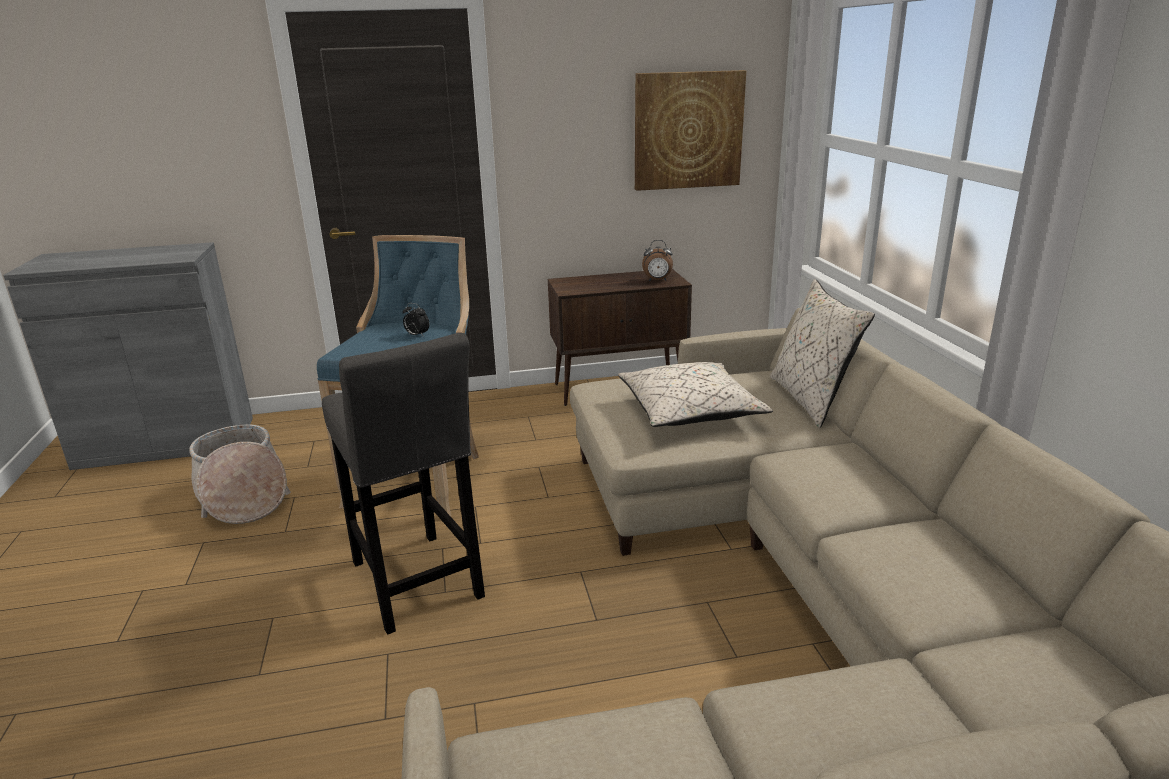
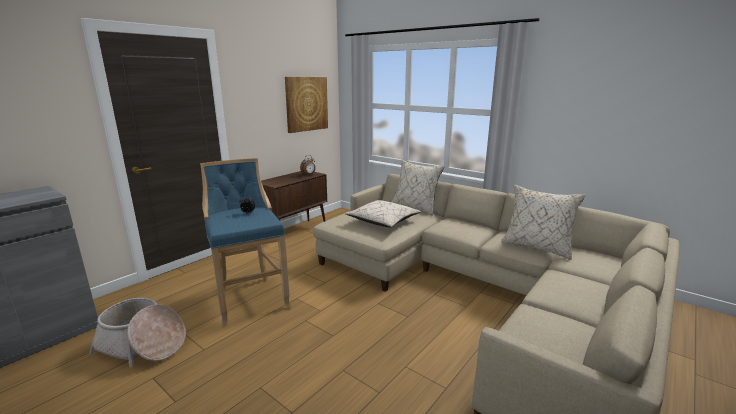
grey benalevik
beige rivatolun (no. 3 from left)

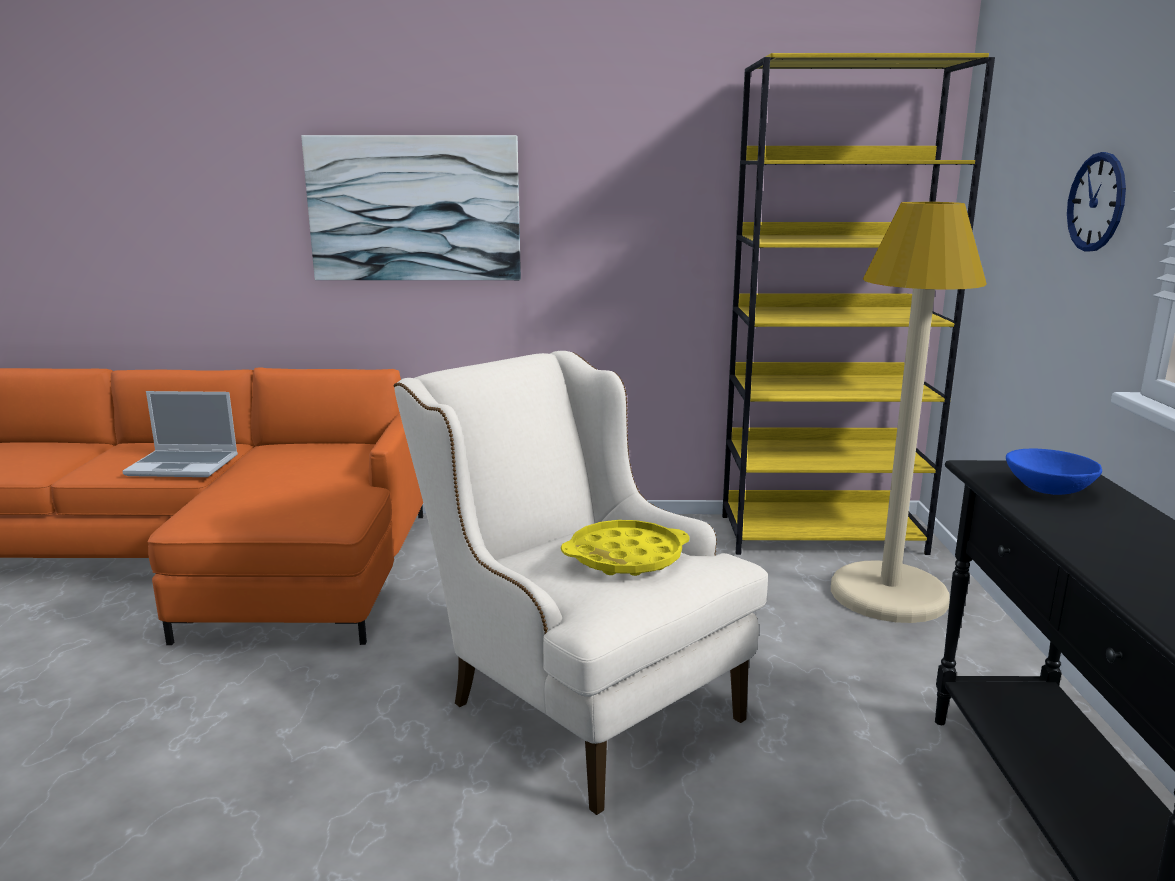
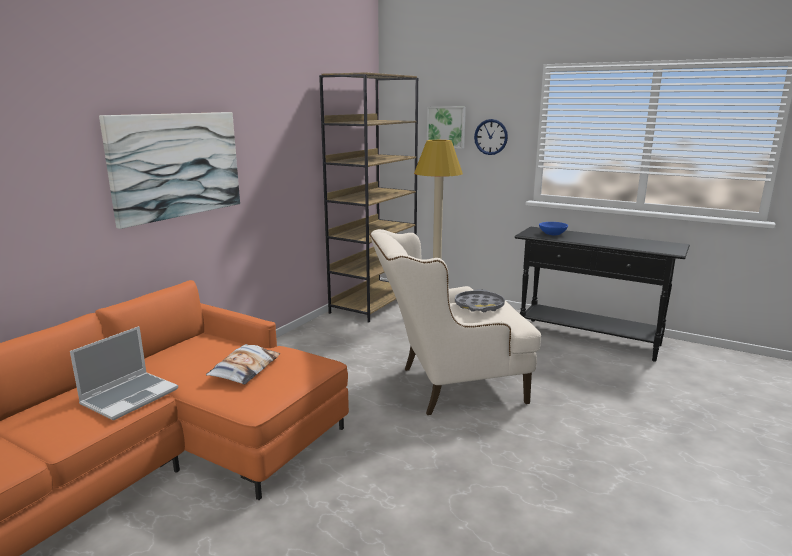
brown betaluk
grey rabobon
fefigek (no. 2 from left)
rivatolun

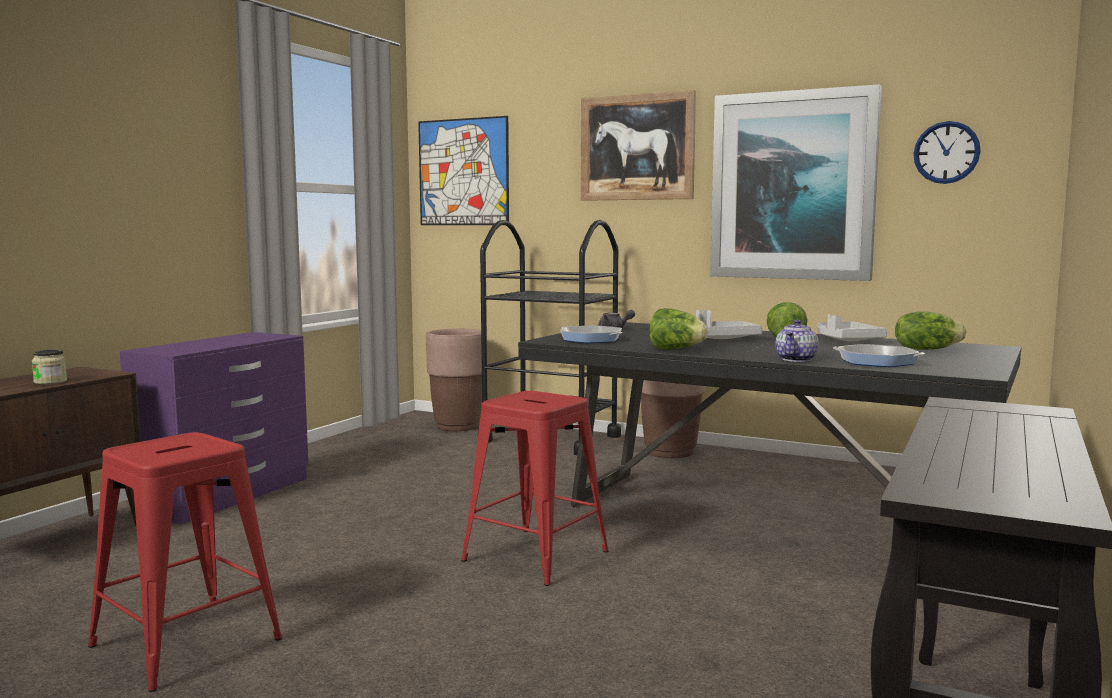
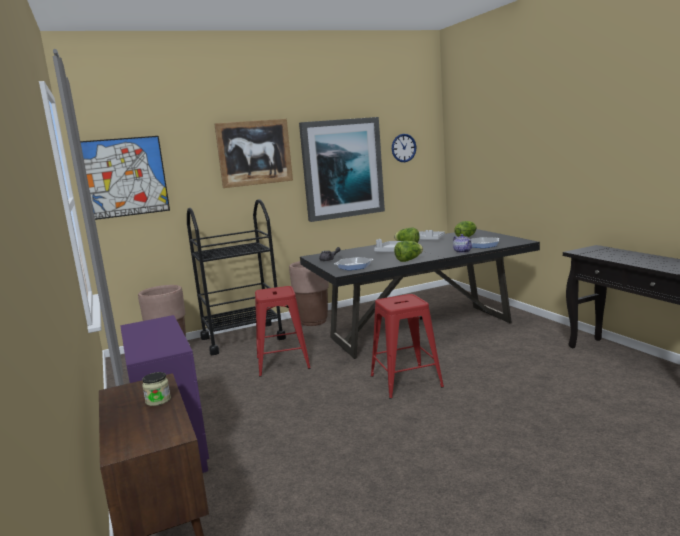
red benalevik (no. 1 from left)

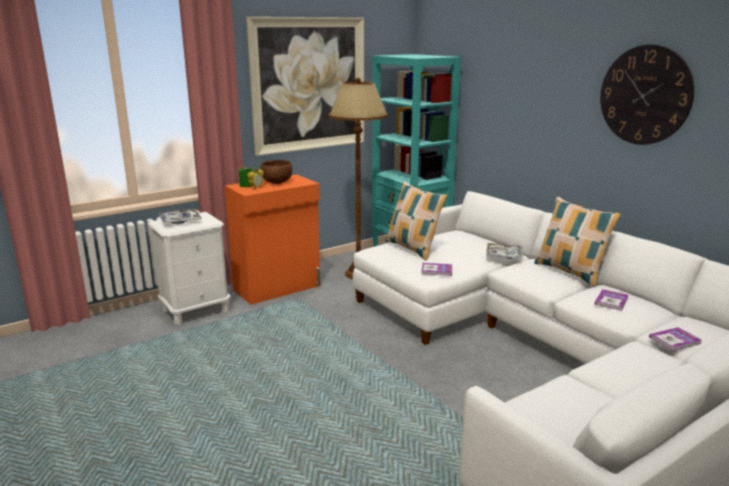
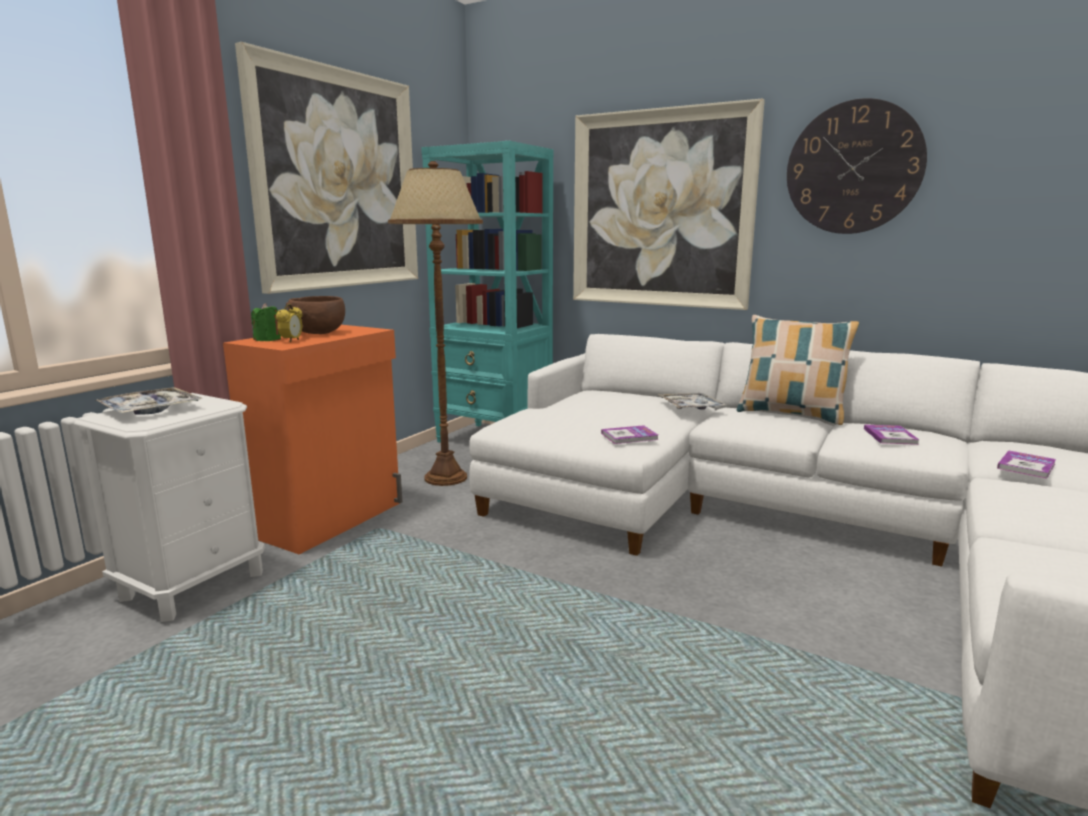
rivatolun (no. 1 from left in the first image)
fefigek (no. 2 from left)

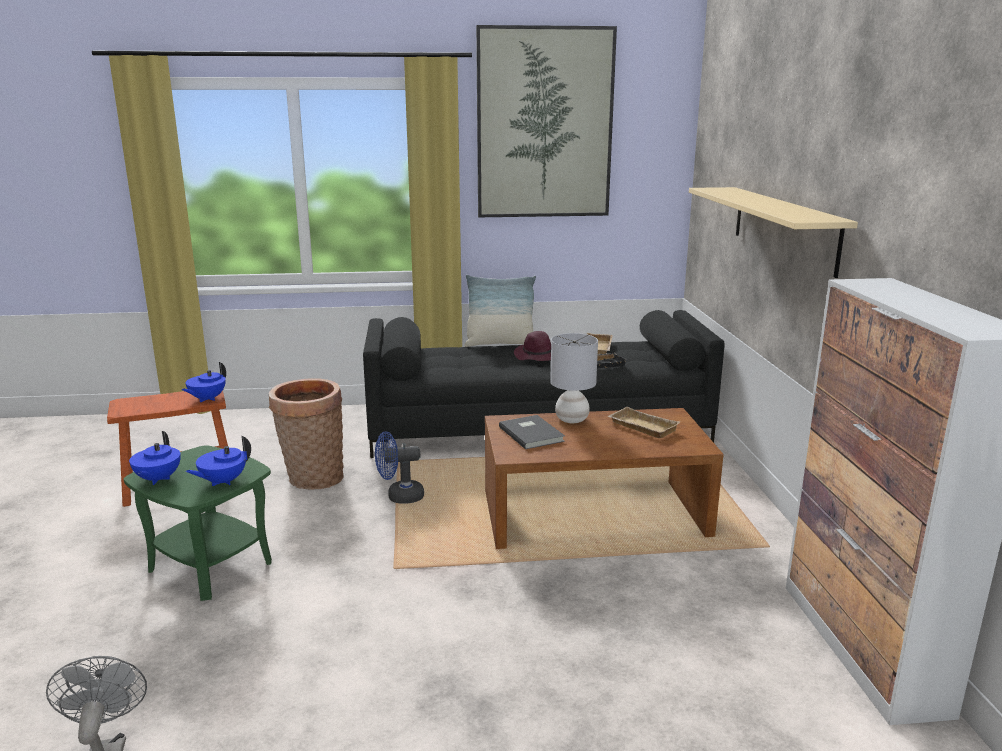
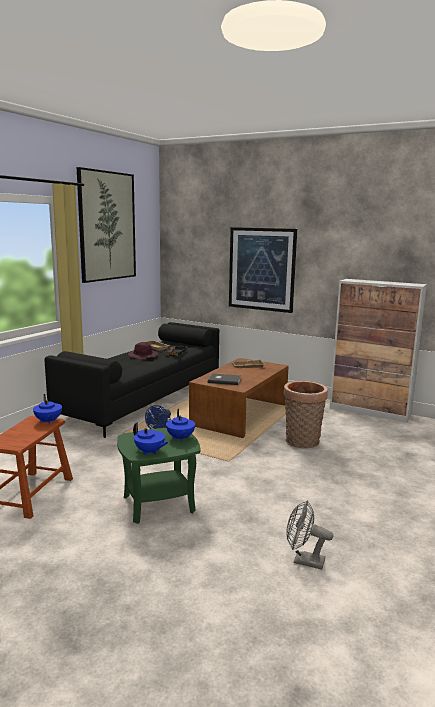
fefigek (no. 2 from left)
rivatolun
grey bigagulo
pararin

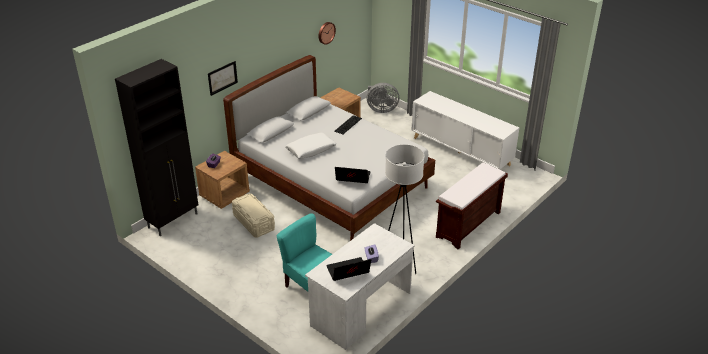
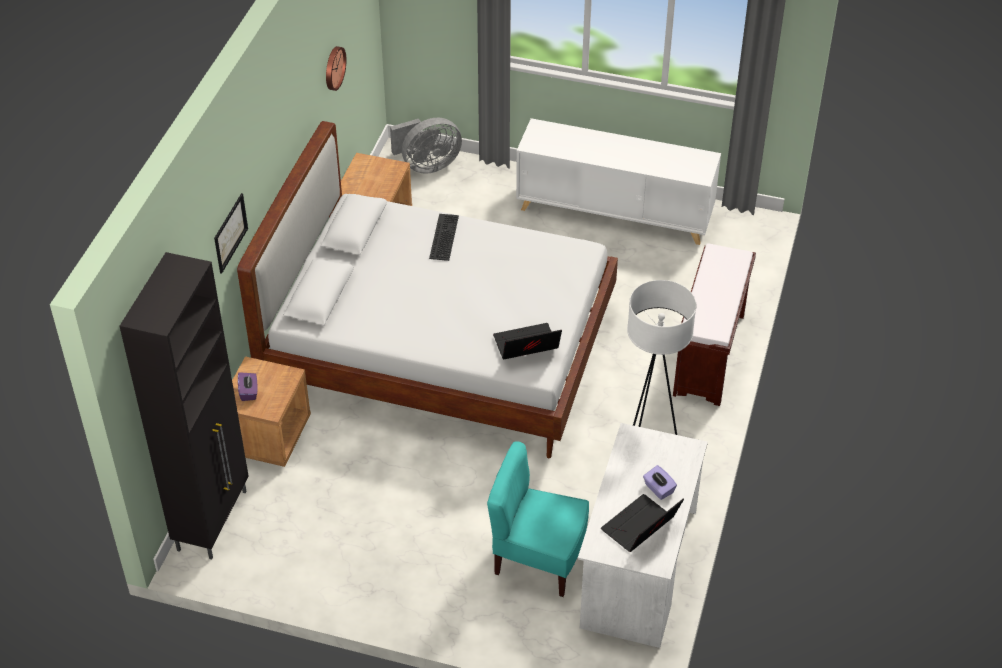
white rivatolun
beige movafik

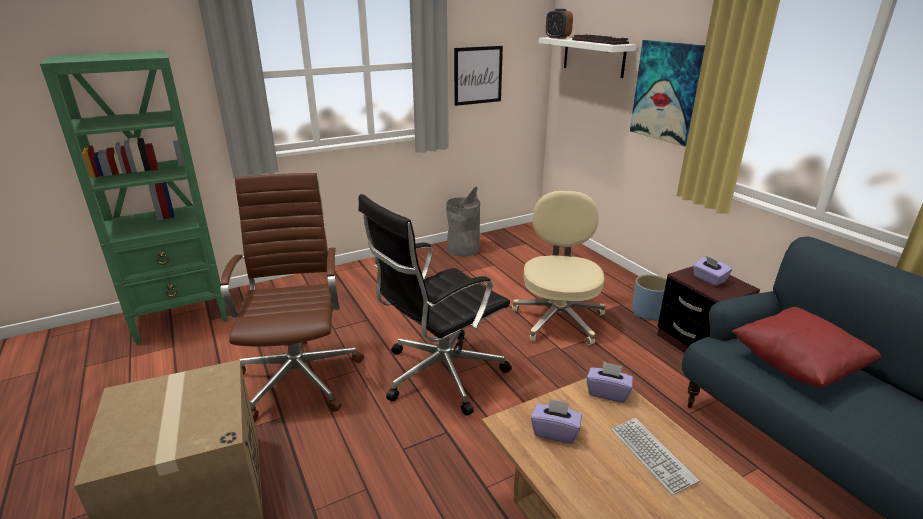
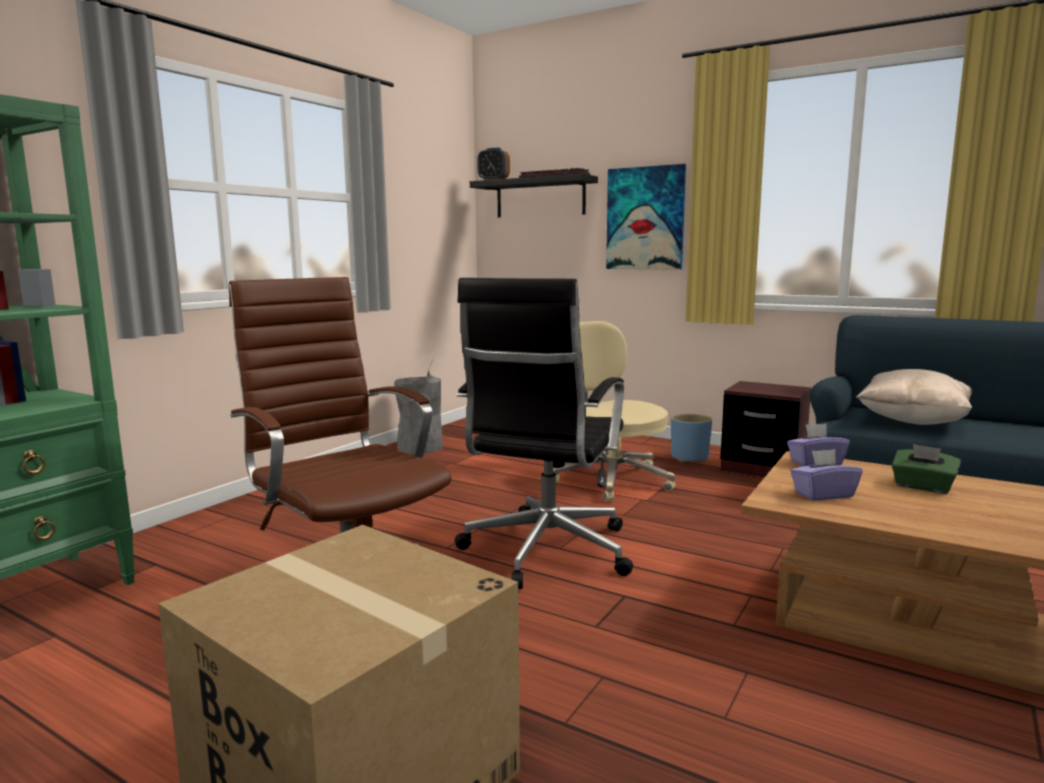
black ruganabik
fefigek (no. 1 from left in the first image)
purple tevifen (no. 3 from left in the first image)
beige rivatolun
green tevifen

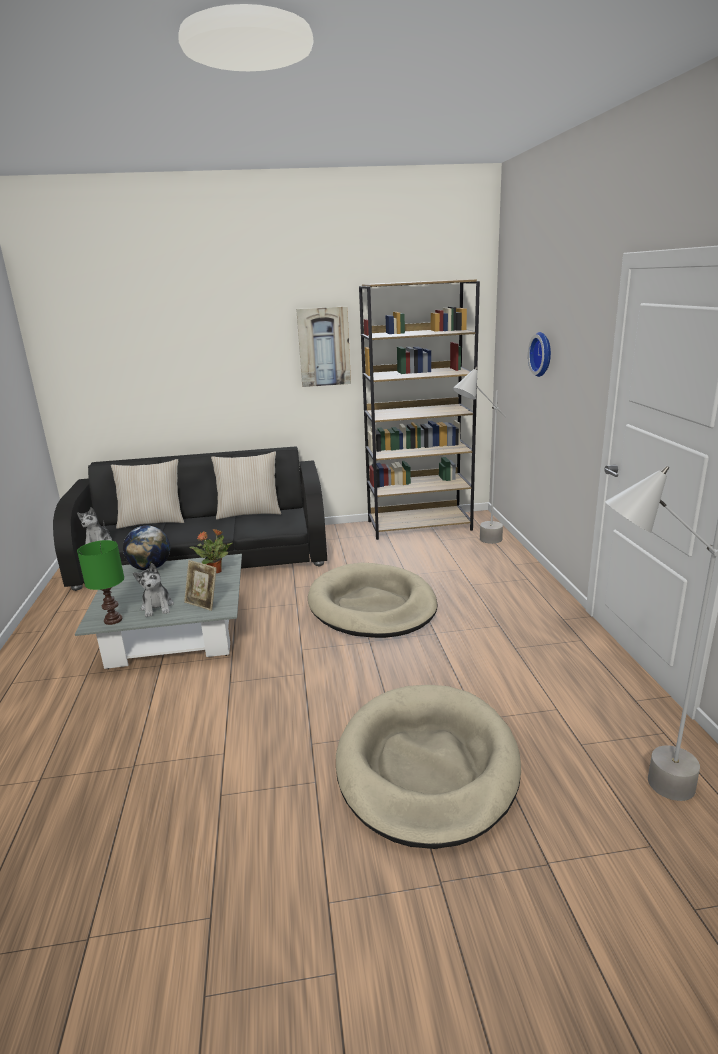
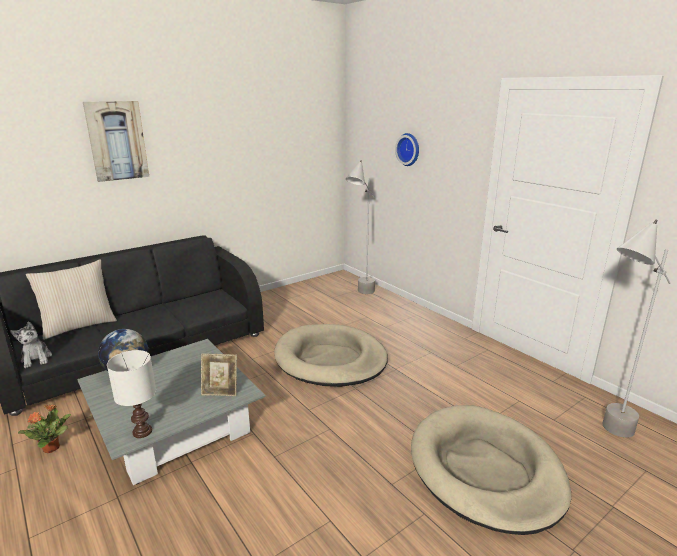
brown betaluk
fefigek
beige rivatolun (no. 2 from left in the first image)
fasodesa
white bigagulo
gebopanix (no. 2 from left in the first image)

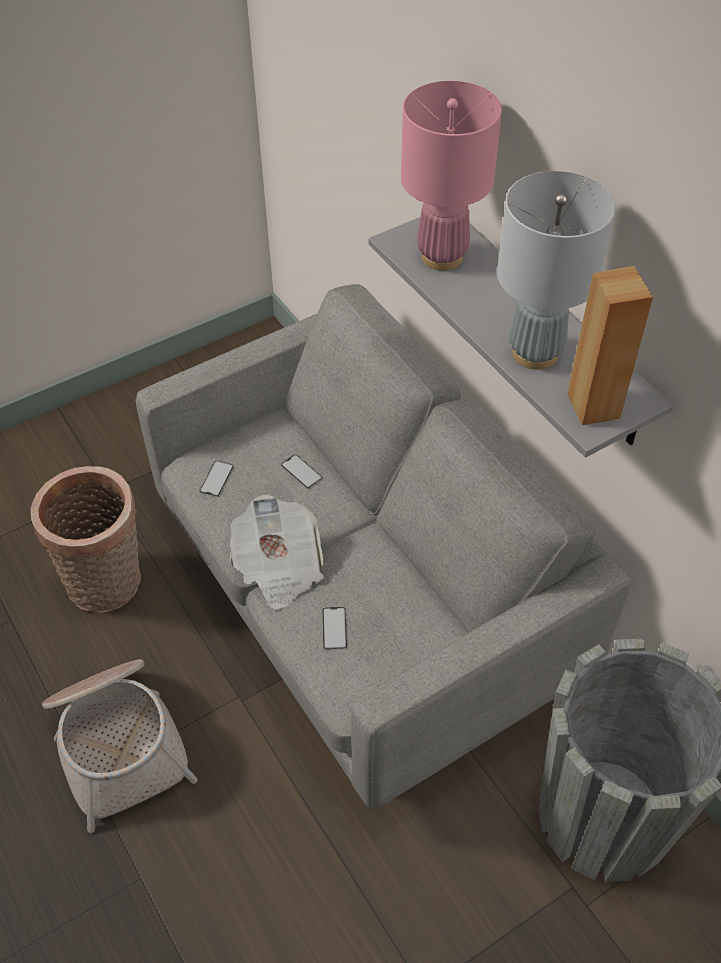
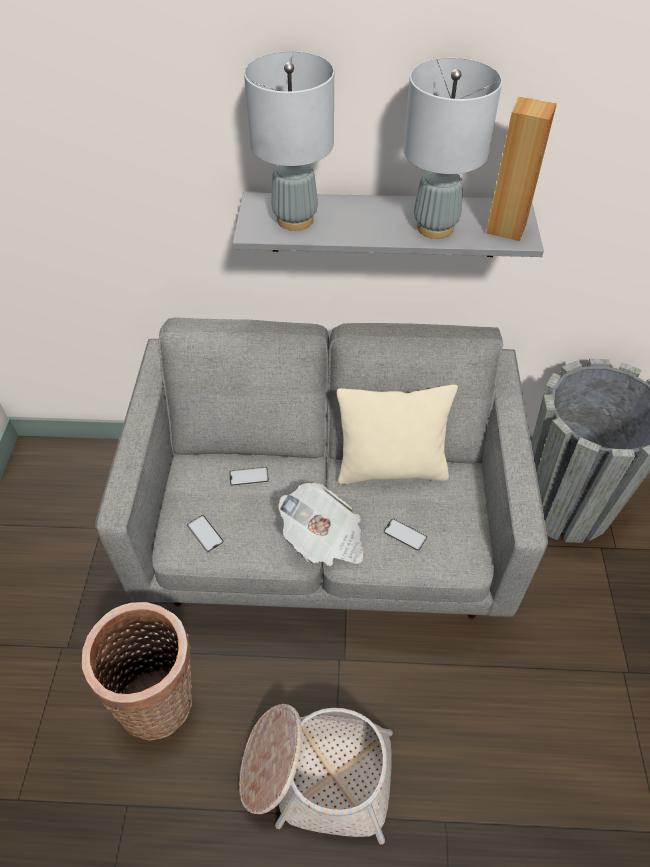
grey bigagulo (no. 1 from left)
beige rivatolun

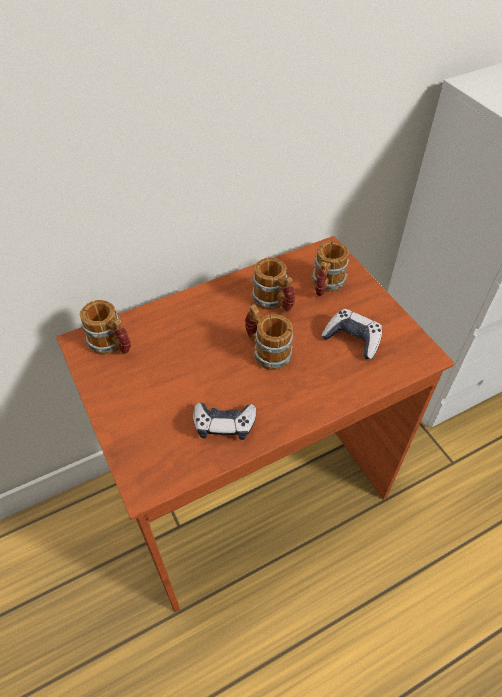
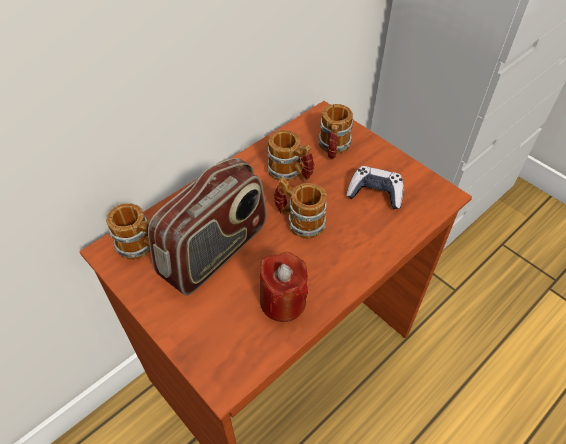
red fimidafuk
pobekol

